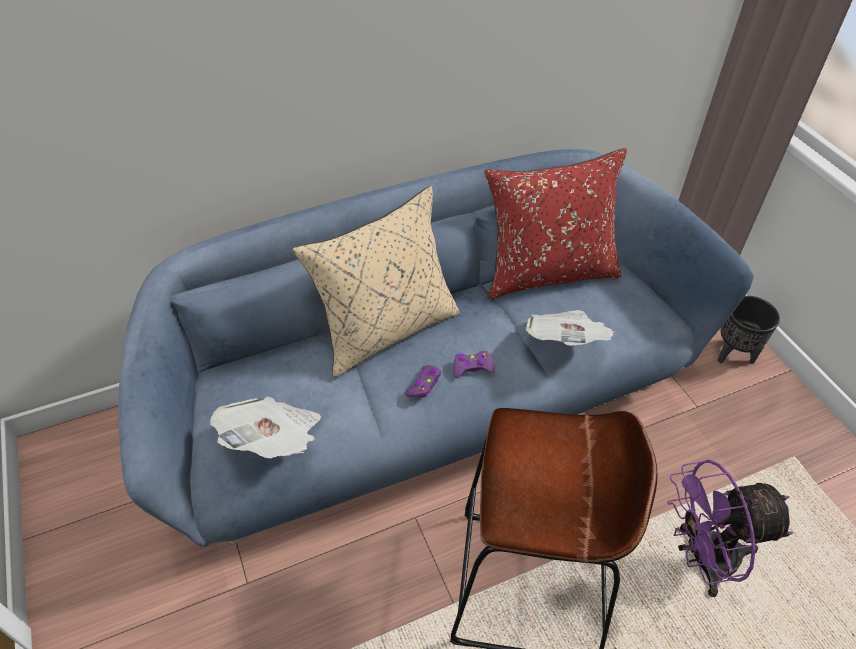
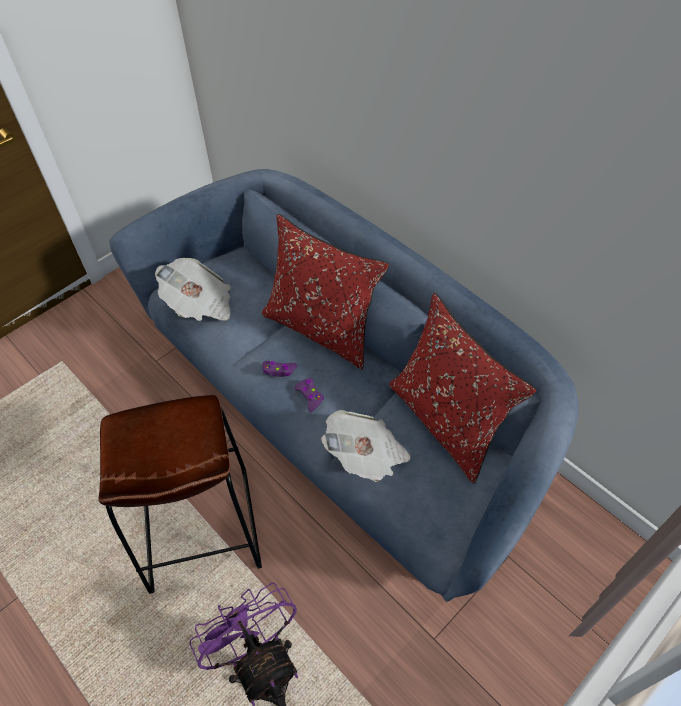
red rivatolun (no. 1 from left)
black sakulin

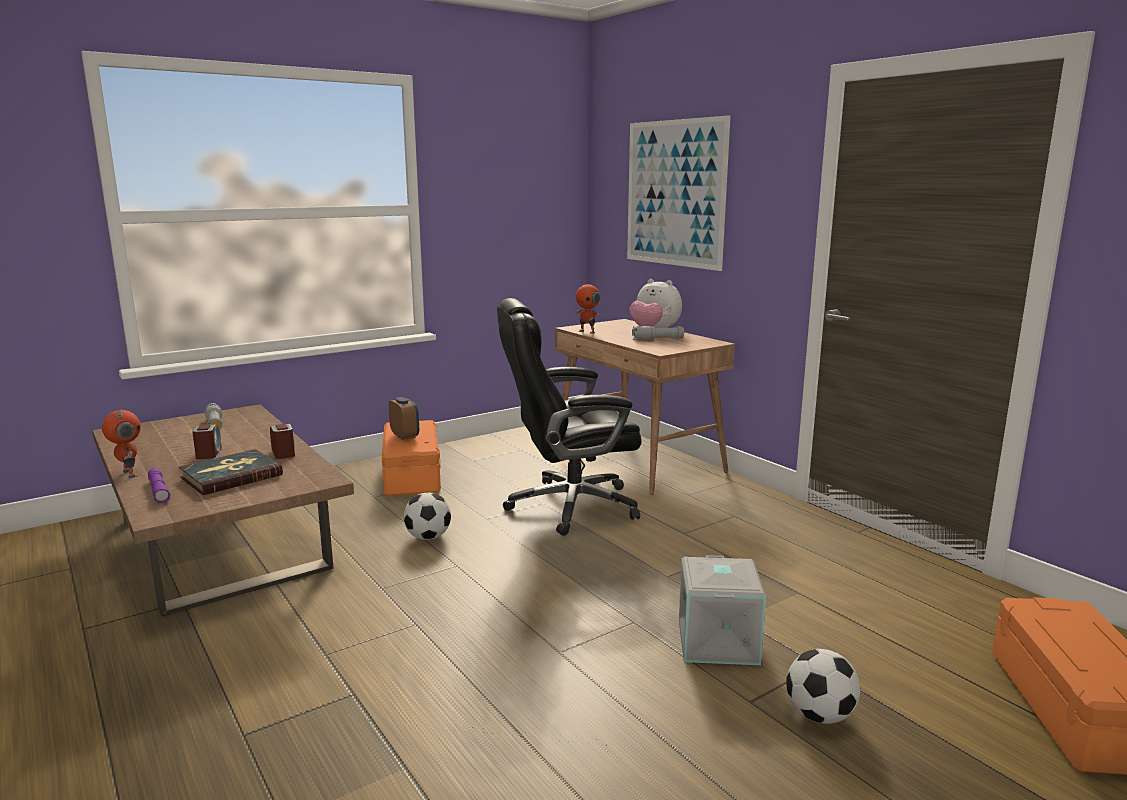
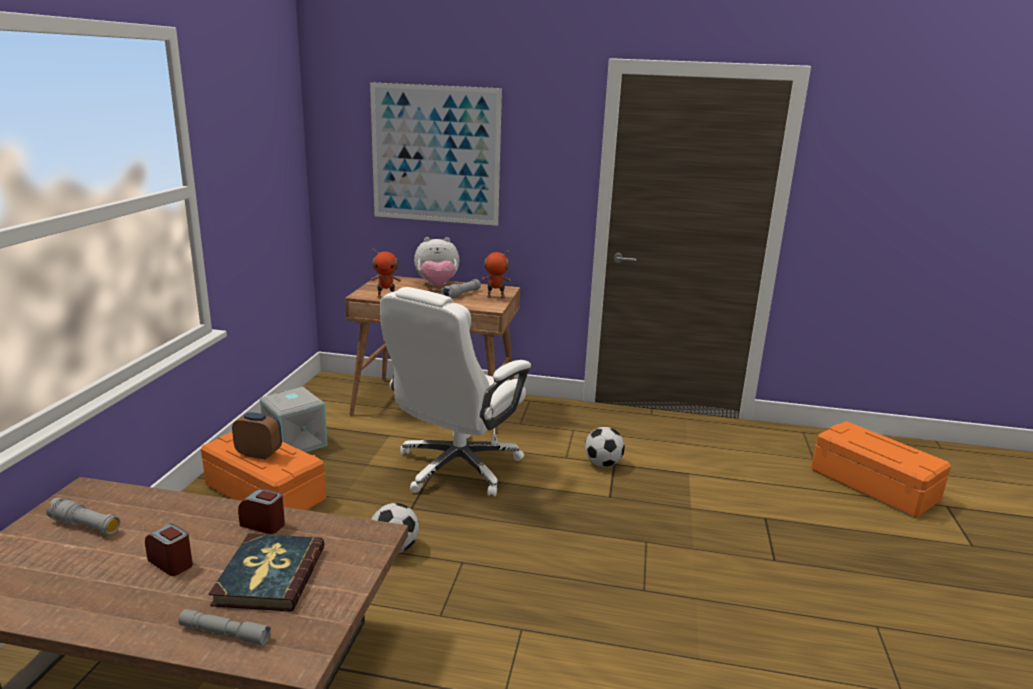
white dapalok
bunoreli (no. 2 from left)
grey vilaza (no. 2 from left)
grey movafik
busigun (no. 2 from left)

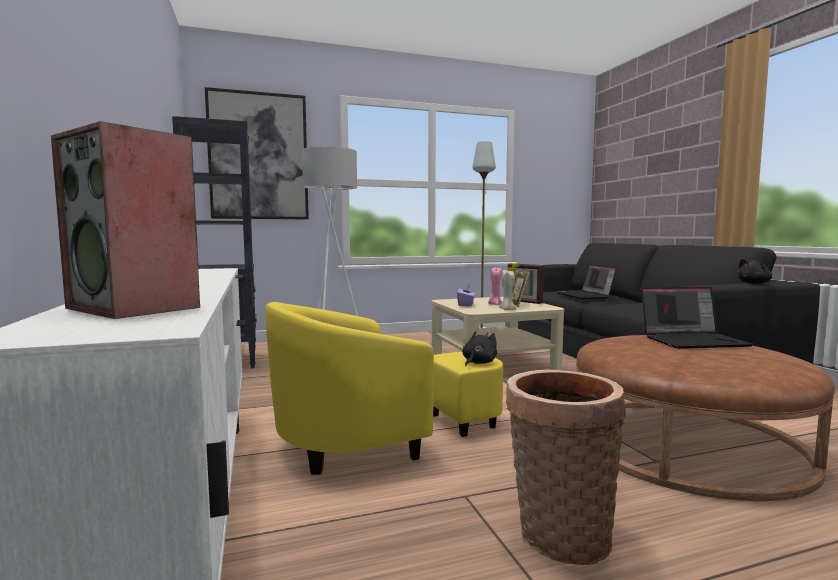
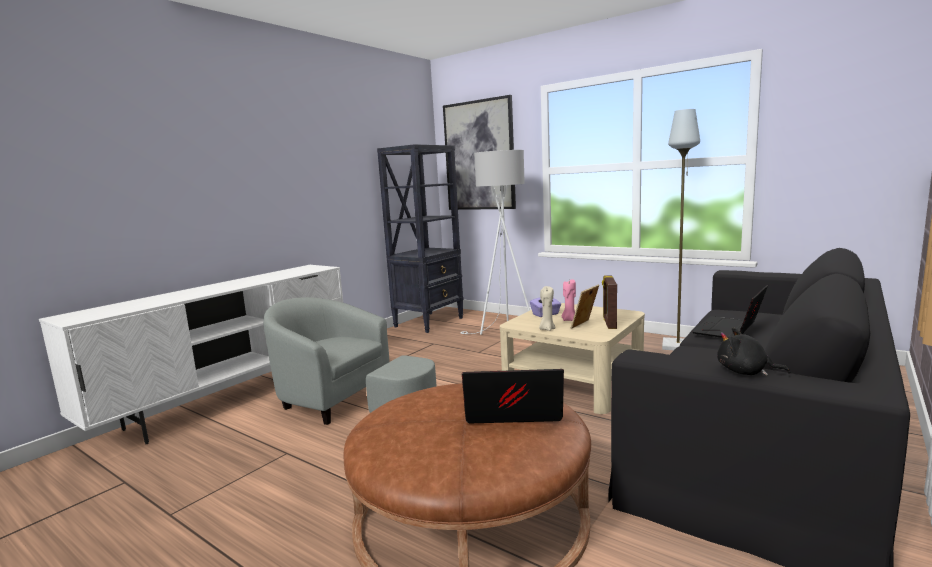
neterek
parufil (no. 1 from left)
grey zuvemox
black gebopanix (no. 1 from left in the first image)
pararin

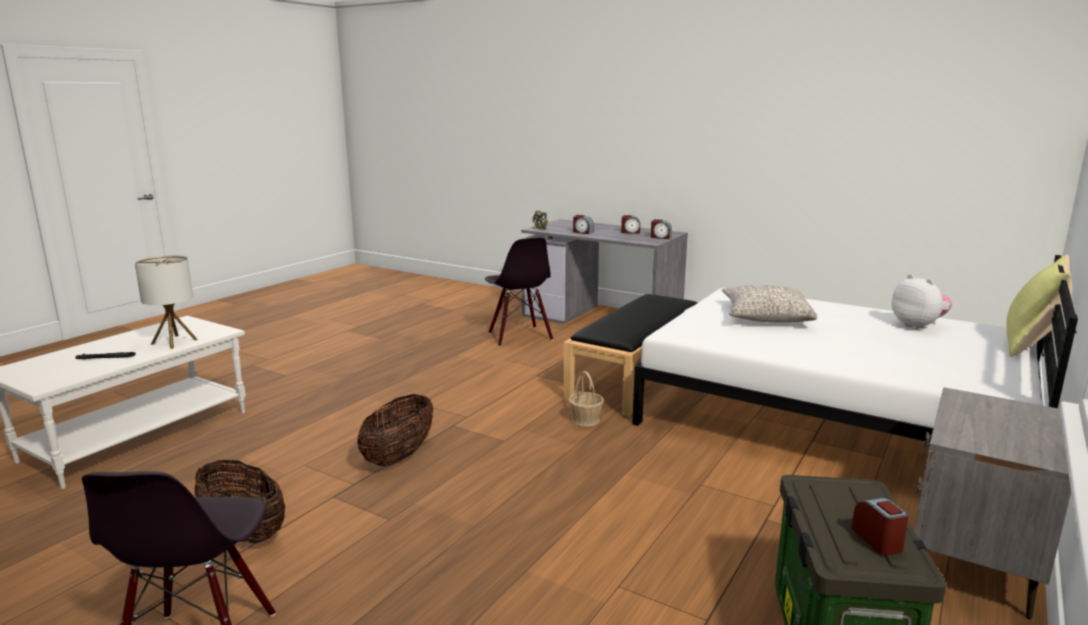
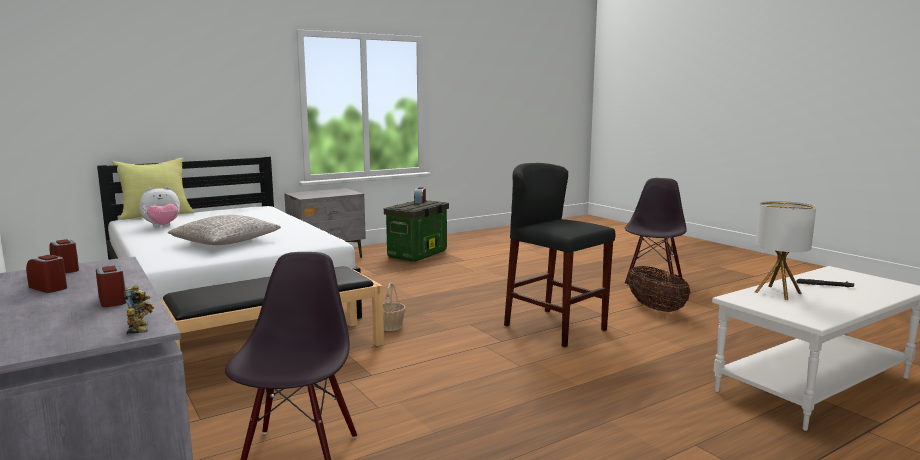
gebopanix
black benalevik

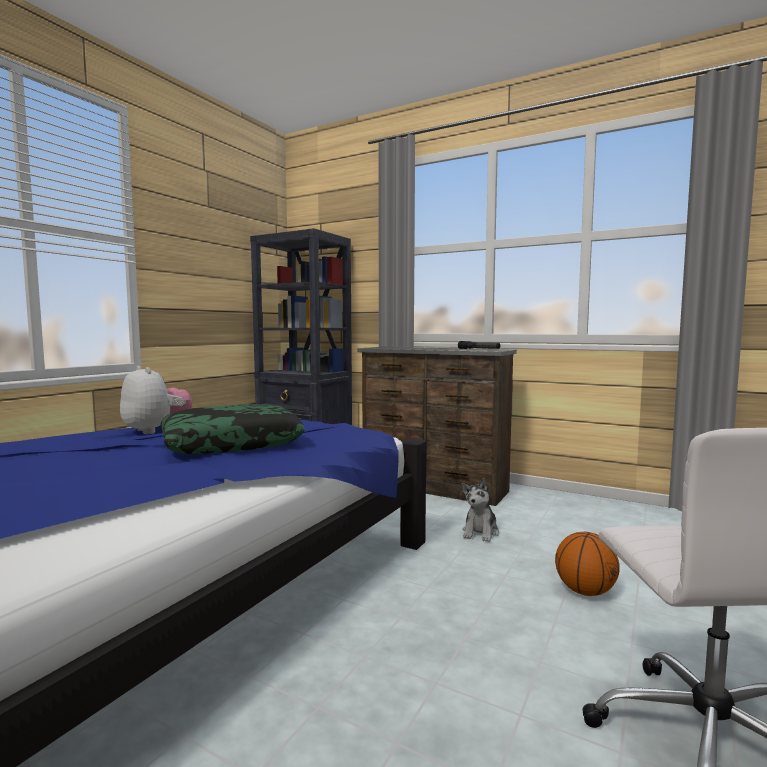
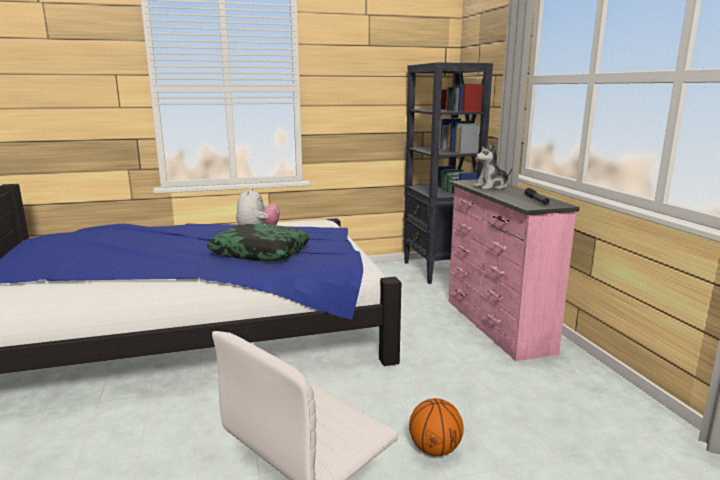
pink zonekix
gebopanix (no. 2 from left)

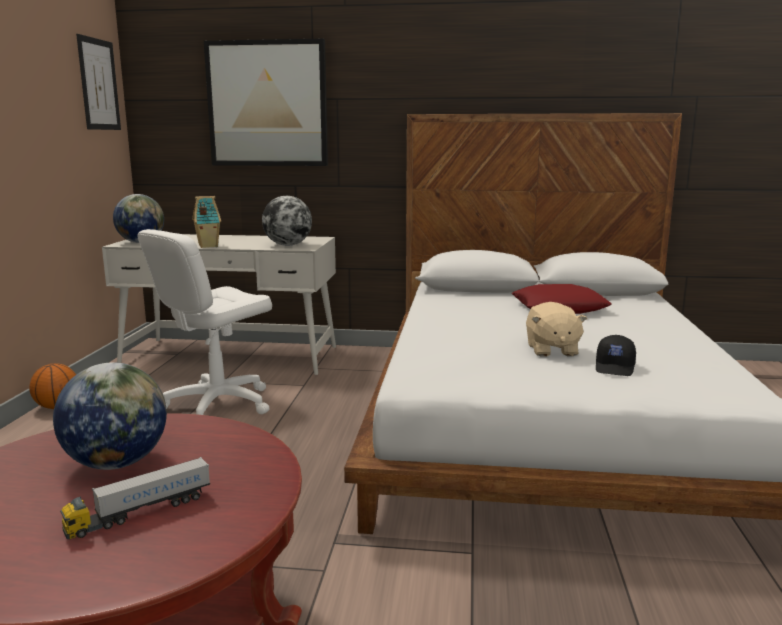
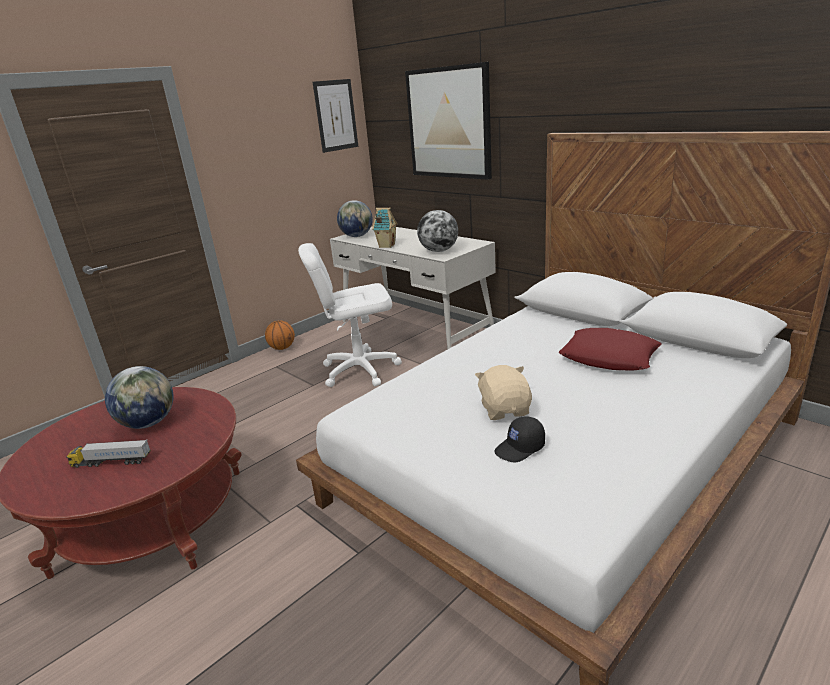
beige gebopanix

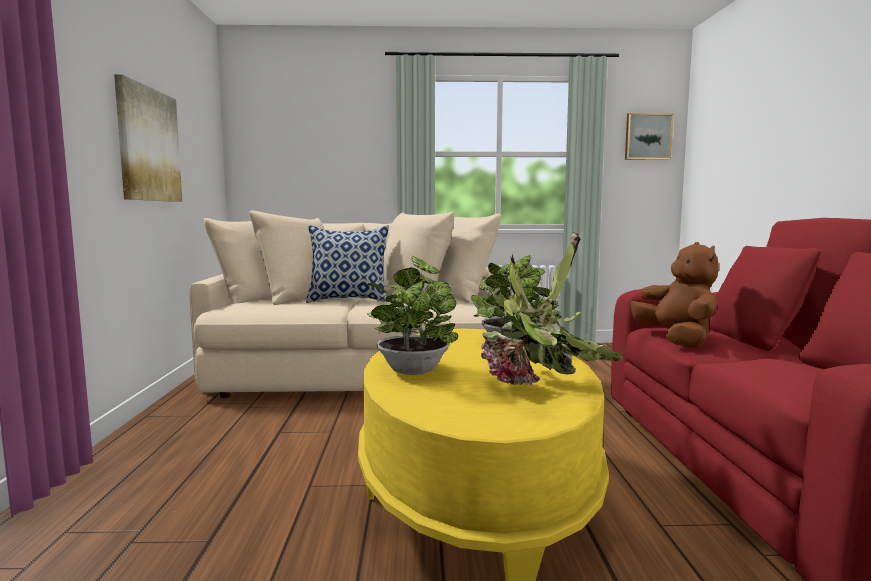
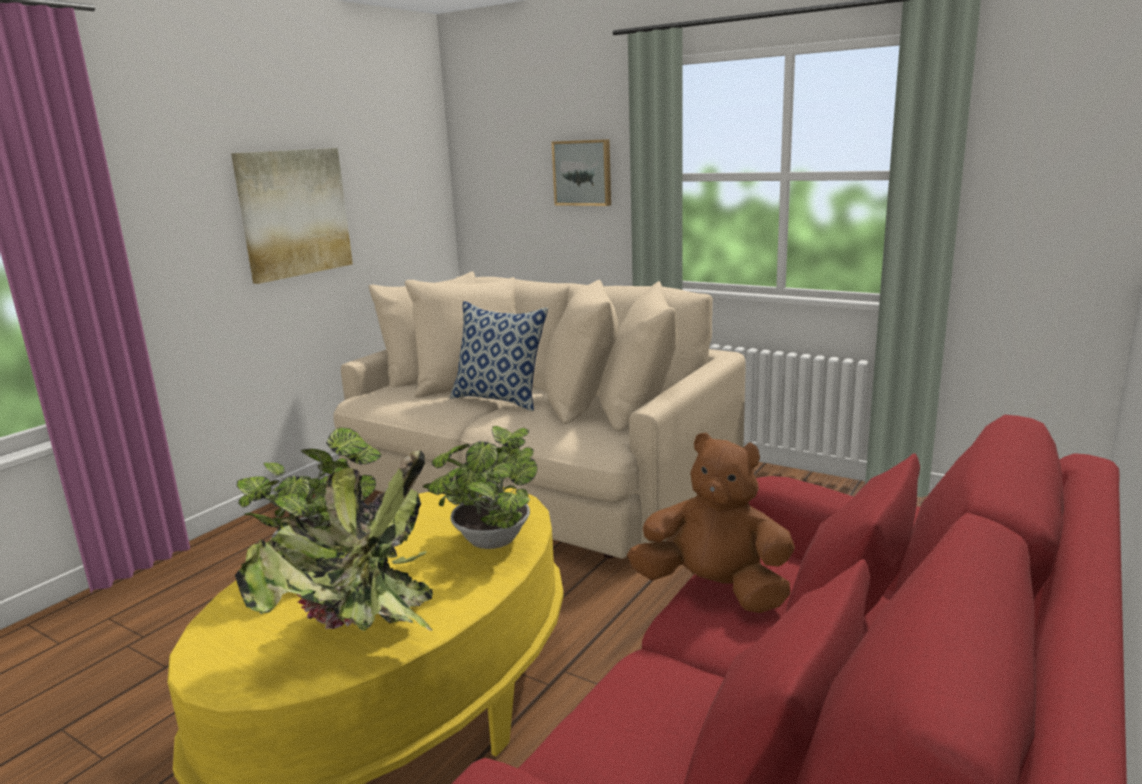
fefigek (no. 2 from left)
brown gebopanix

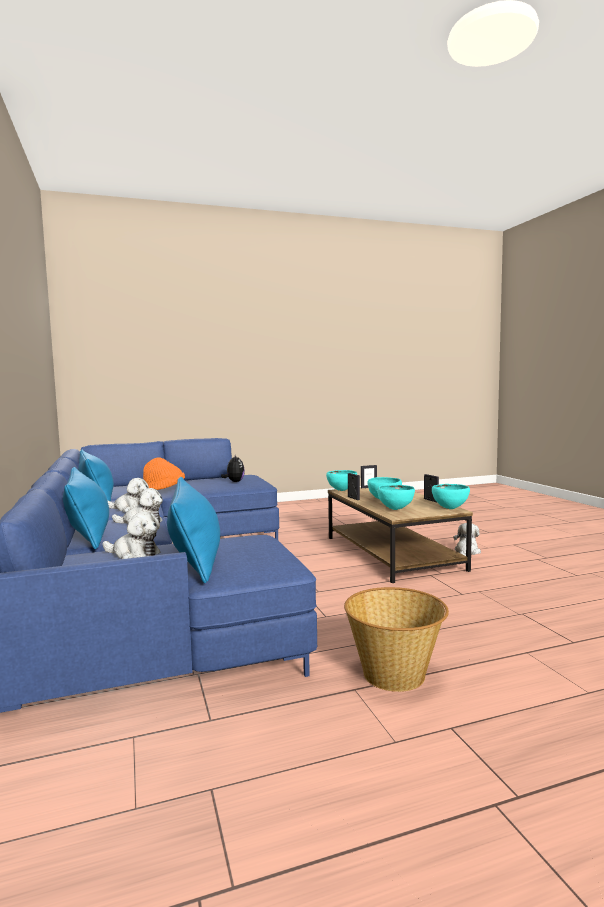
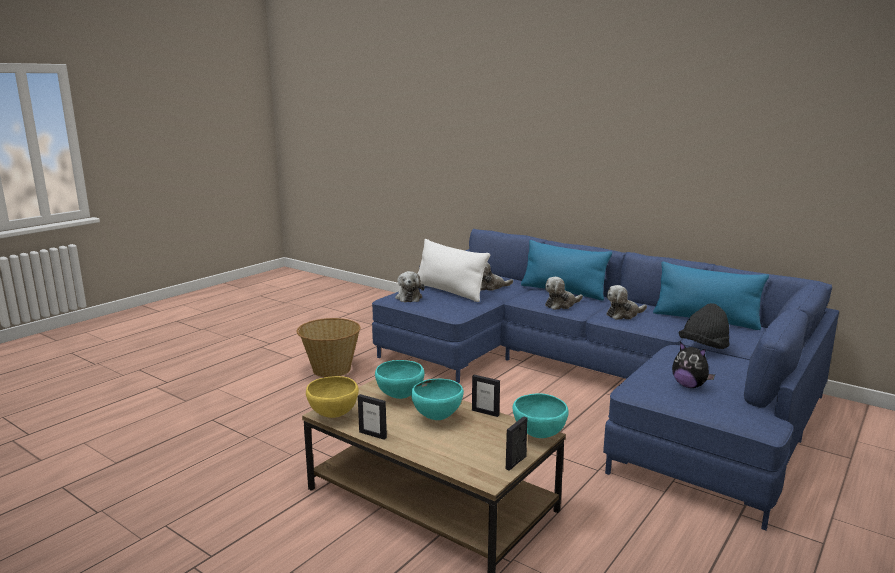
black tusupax
white rivatolun
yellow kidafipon
gebopanix (no. 1 from left)

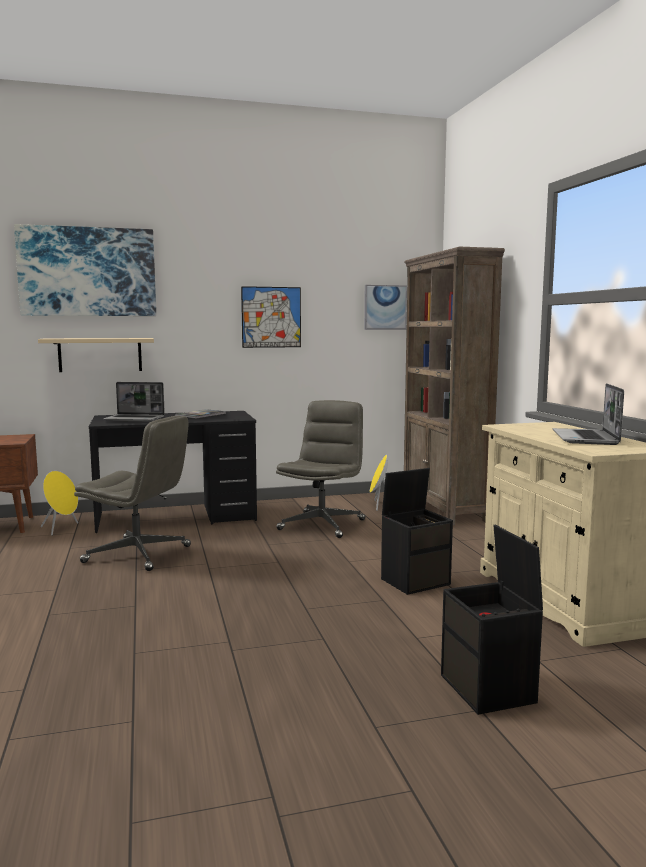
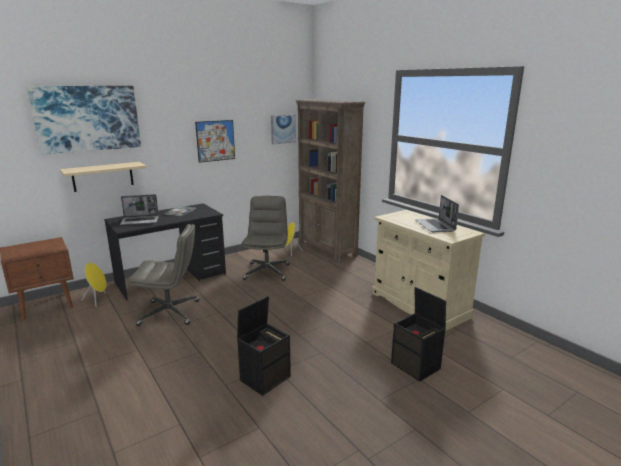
black movafik (no. 1 from left)

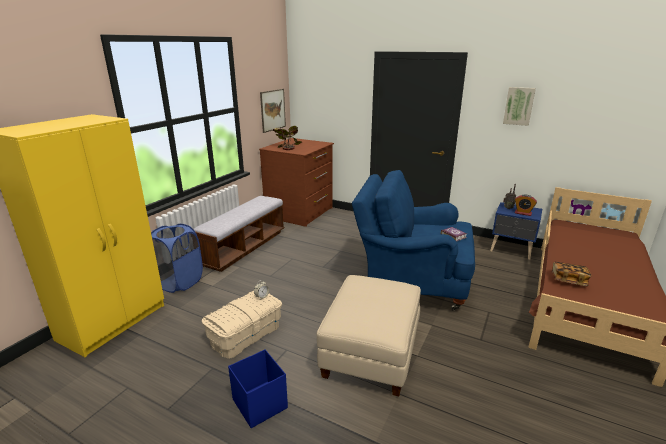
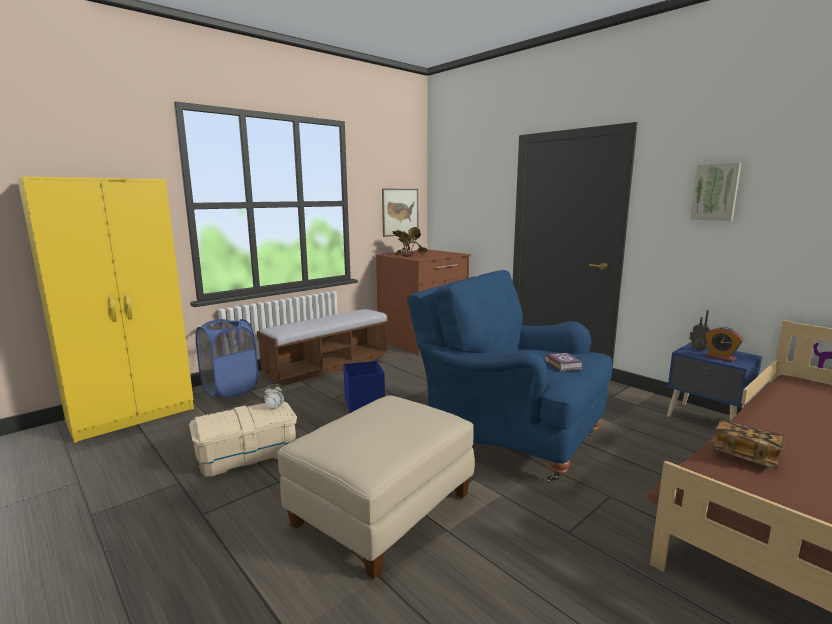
blue movafik

